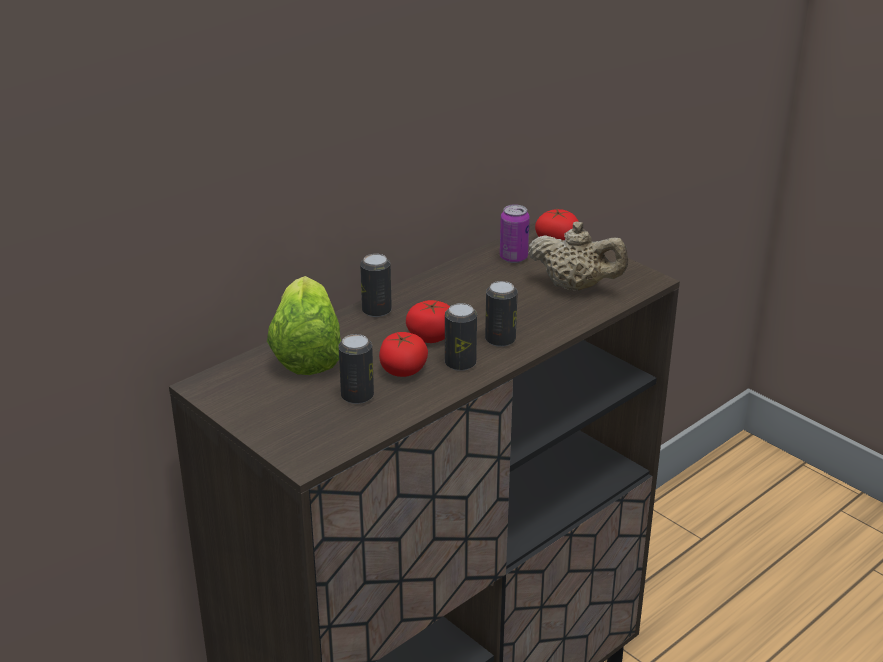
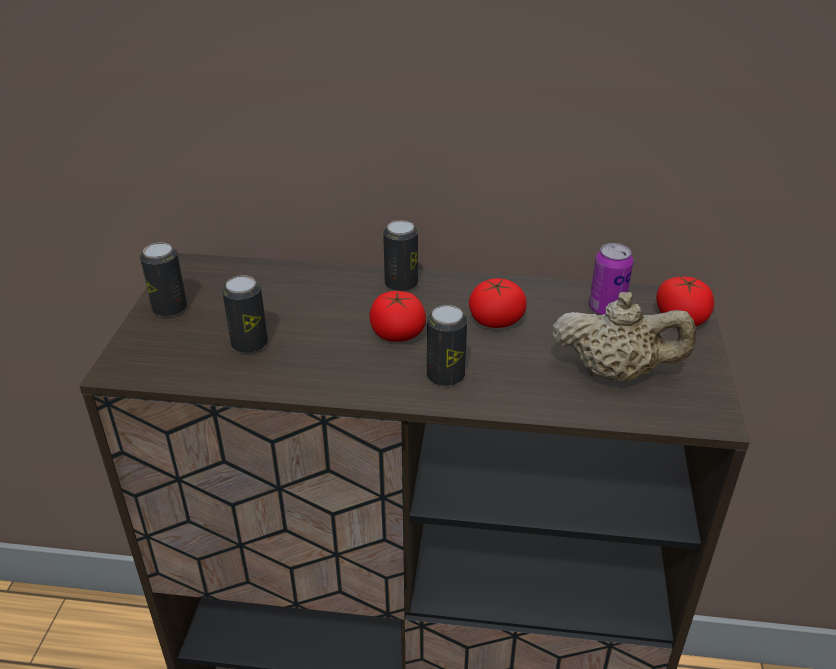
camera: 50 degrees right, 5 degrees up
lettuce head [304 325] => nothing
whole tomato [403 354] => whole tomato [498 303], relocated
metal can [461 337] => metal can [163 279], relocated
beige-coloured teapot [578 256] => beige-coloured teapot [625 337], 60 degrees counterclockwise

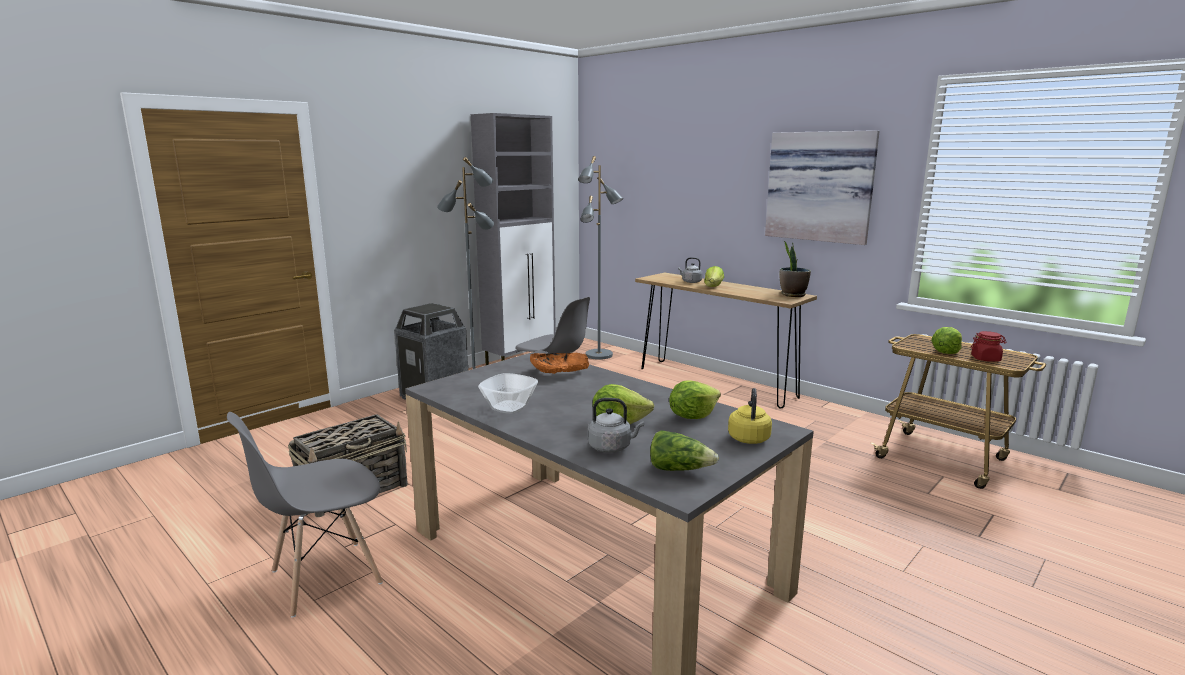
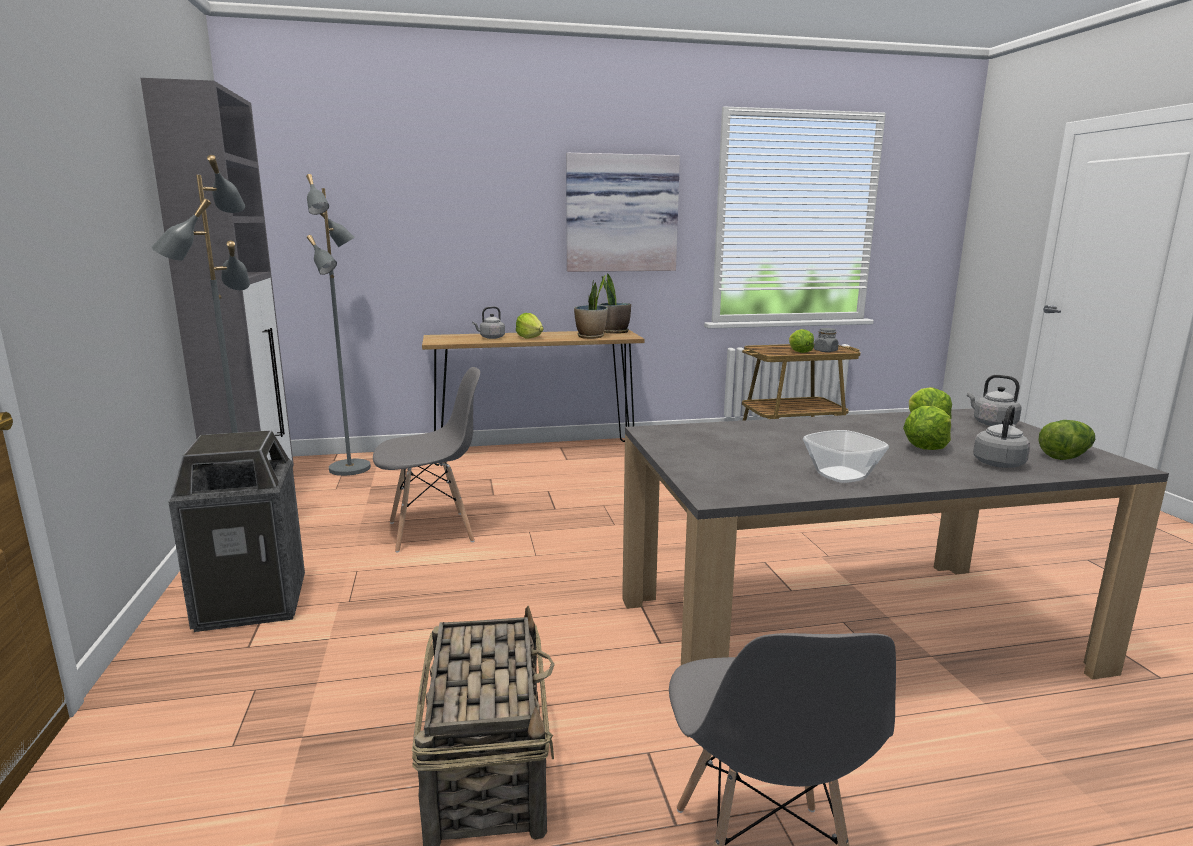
camera: 55 degrees left, 0 degrees up
orange-coloured bowl [559 363] => nothing
yellow-coloured kettle [750 416] => gray kettle [994 400]
red preserve jar [989 346] => gray preserve jar [826 340]
nothing => houseplant [591 307]

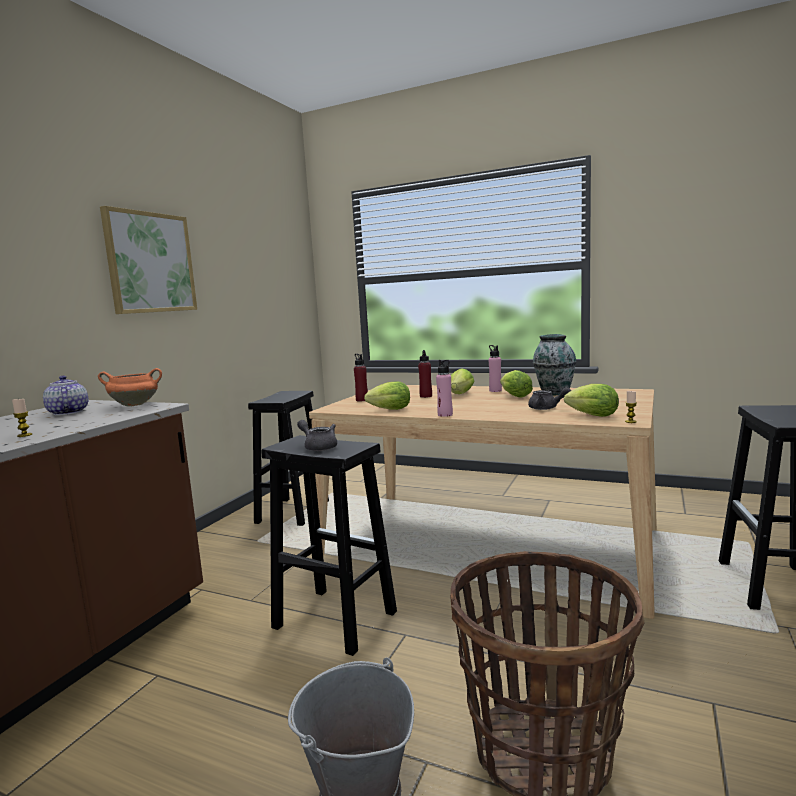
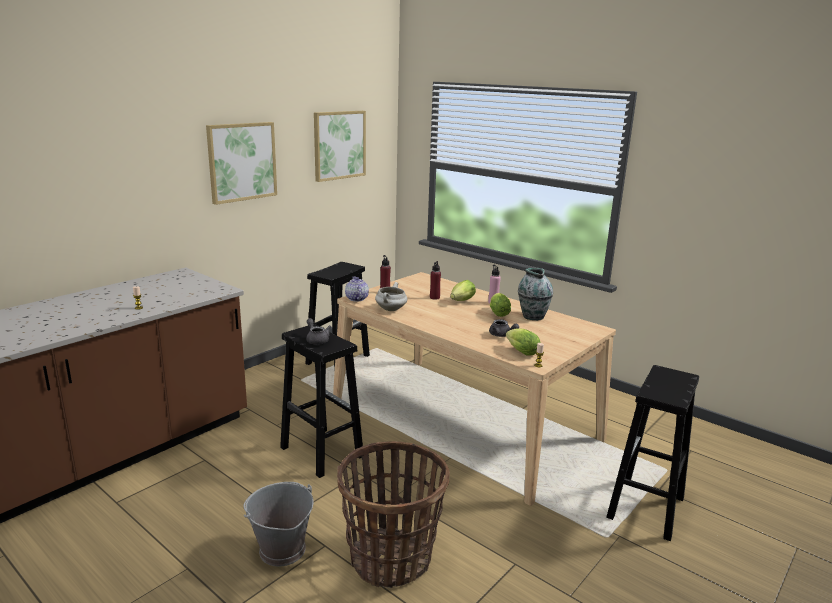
camera: 15 degrees right, 10 degrees up
teapot [65 395] => teapot [357 289], relocated
orange-coloured saucepot [130 387] => nothing
lettuce head [387 395] => white-coloured saucepot [391 296]
pinkish drink bottle [444 388] => nothing
nothing => picture [340 146]

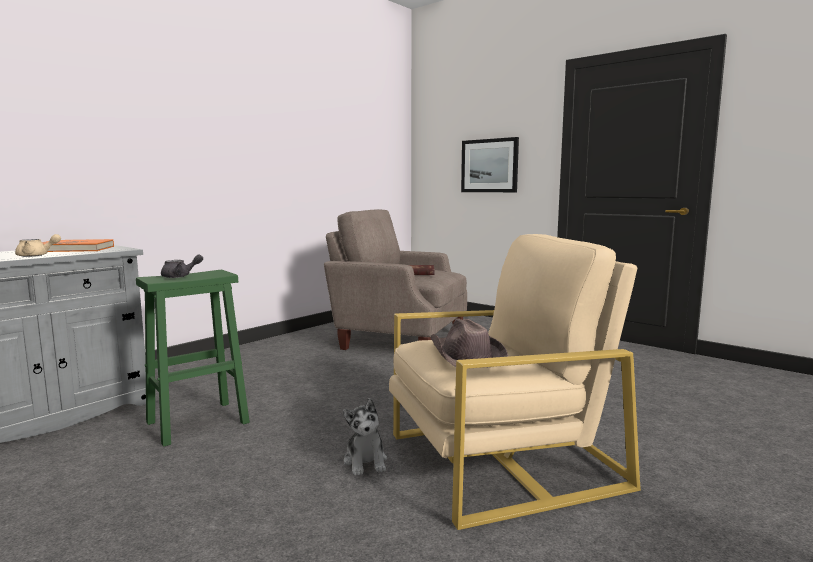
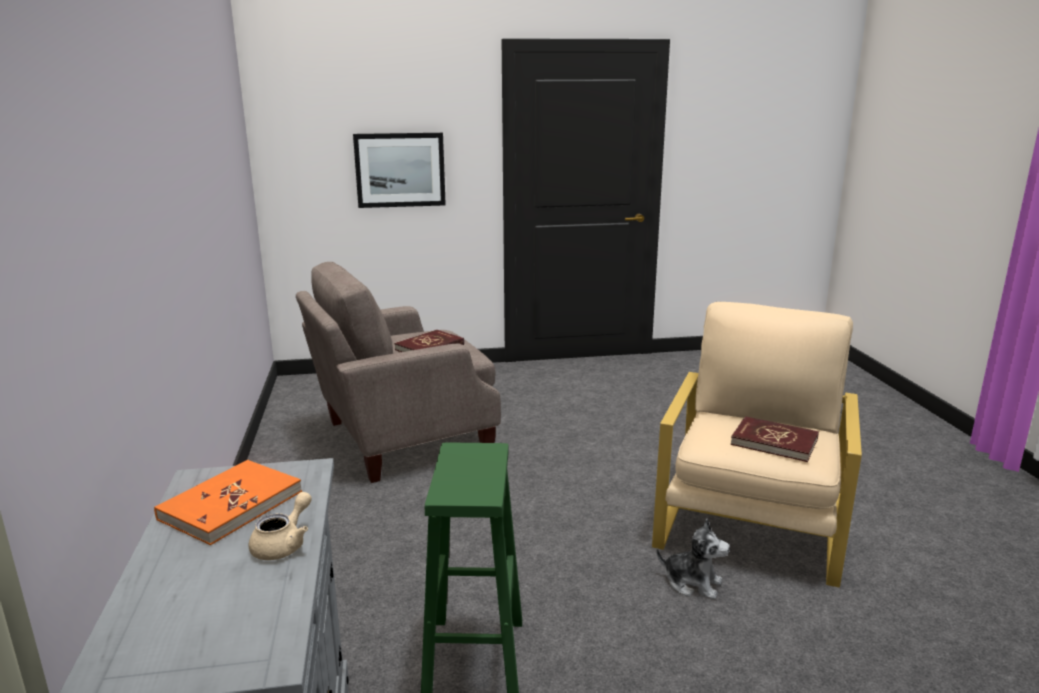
camera: 50 degrees left, 10 degrees up
gray teapot [182 266] => nothing
brownish hat [469 343] => red volume [775 439]

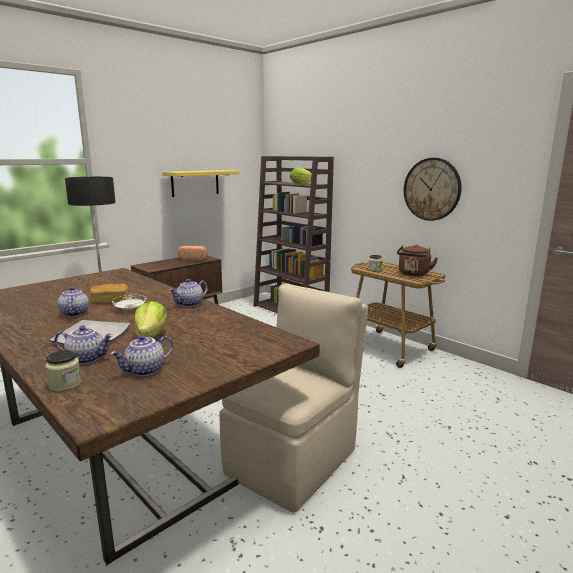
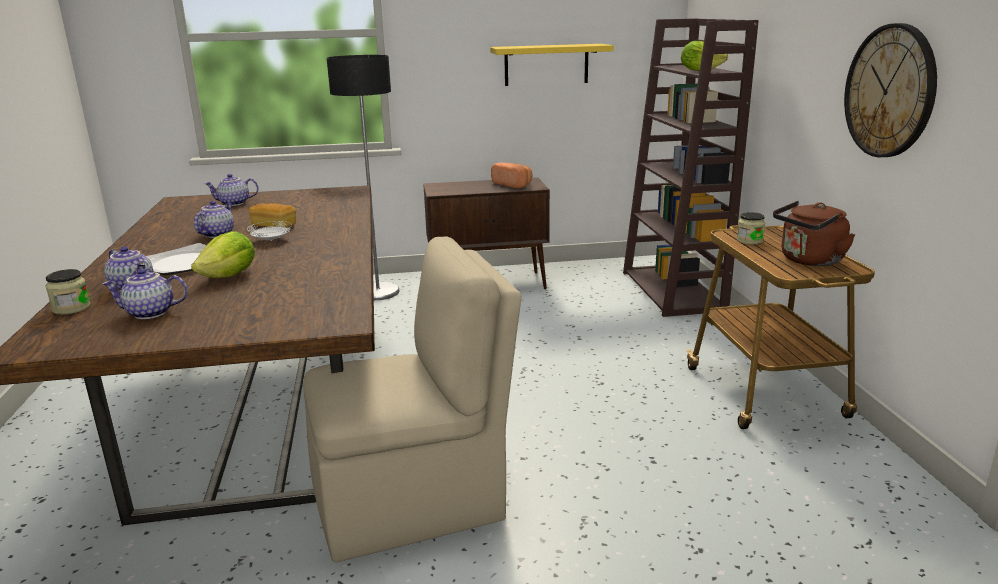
camera: 35 degrees right, 5 degrees up
teapot [188 293] => teapot [232 190], relocated

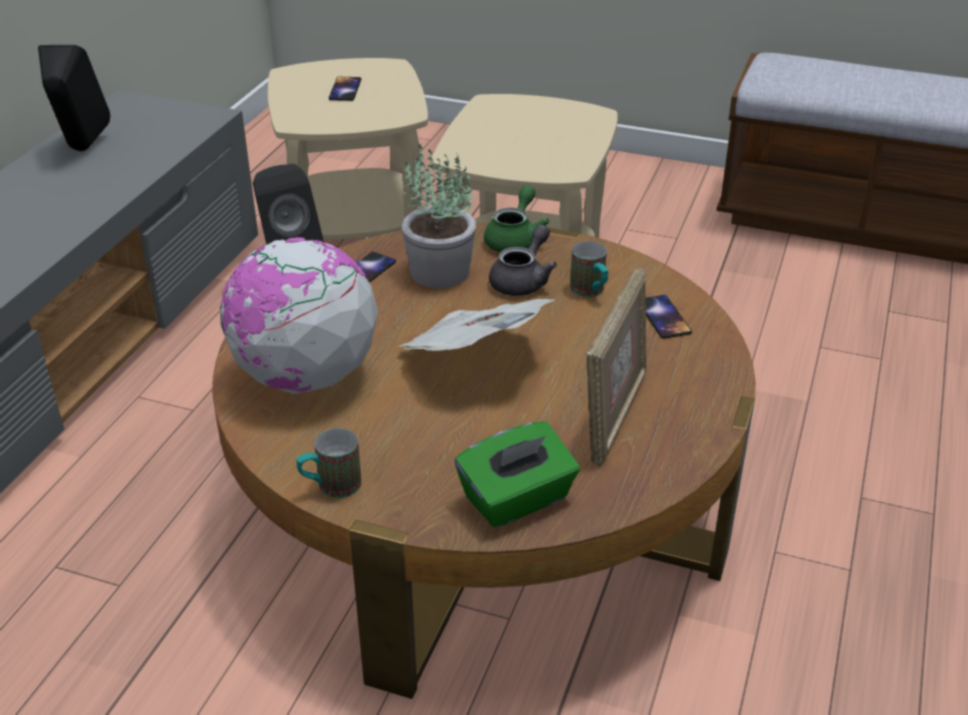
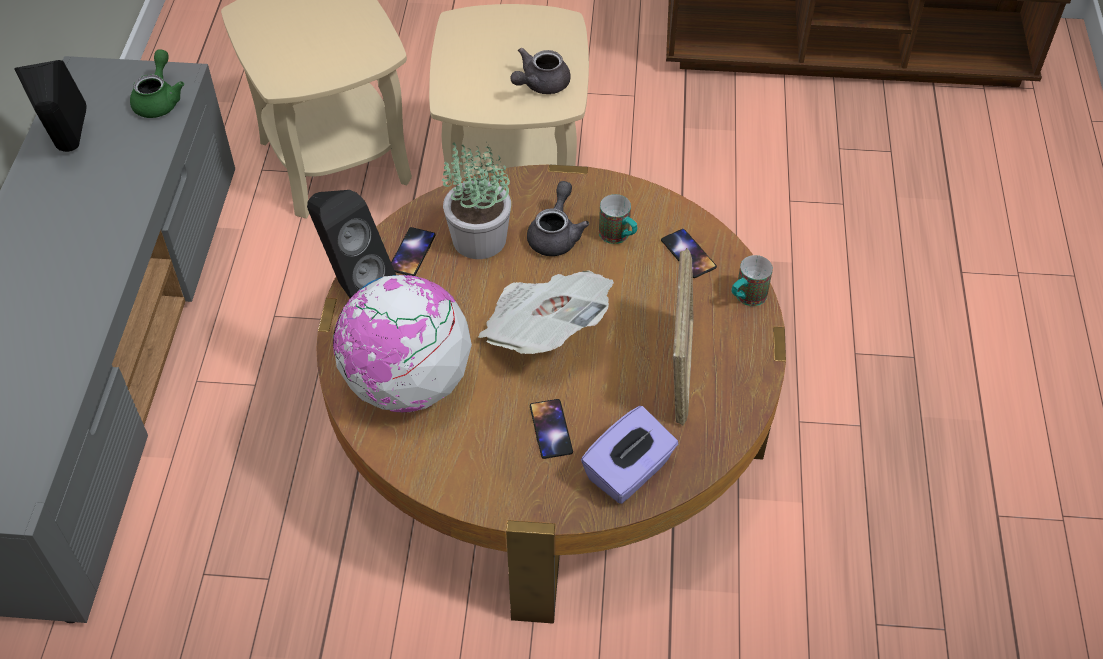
camera: 15 degrees left, 15 degrees up
tea mug [329 463] => tea mug [752 280], relocated
telephone [345 89] => telephone [551 429], relocated
green-coloured tissue holder [517 474] => purple-coloured tissue holder [629 455]
green-coloured teapot [517 218] => green-coloured teapot [157 83], relocated
nothing => gray teapot [540 71]

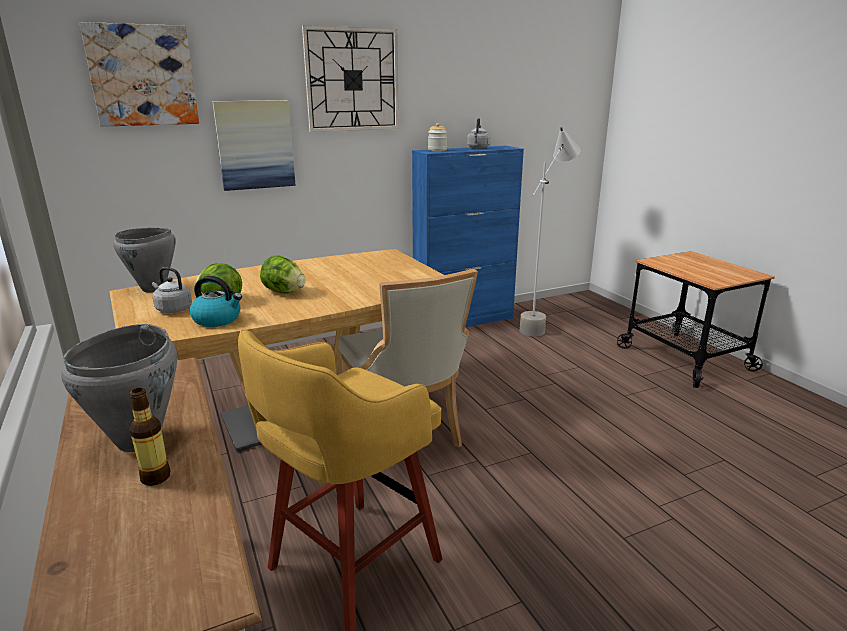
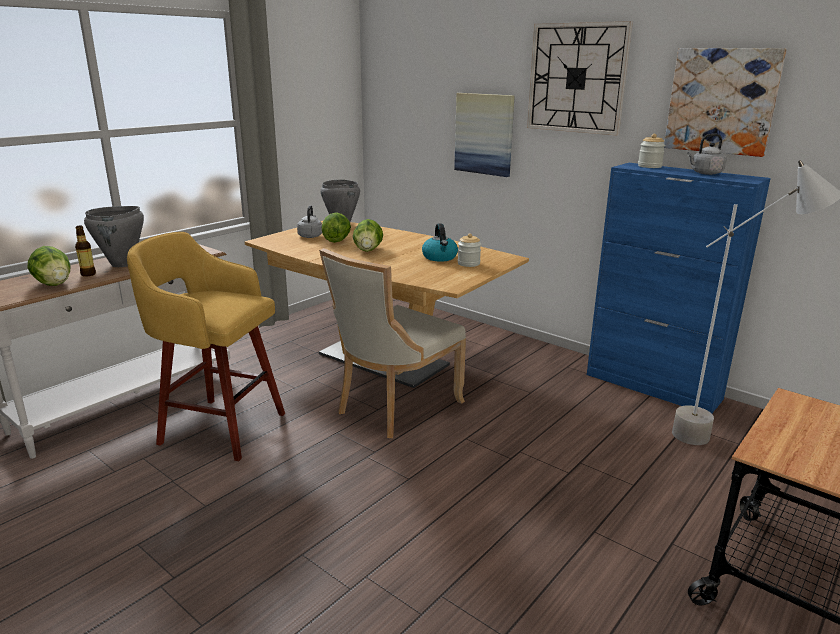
camera: 65 degrees right, 0 degrees up
picture [139 74] => picture [725 102], relocated
kettle [216 301] => kettle [440 242], relocated
nothing => lettuce head [49 266]
nothing => preserve jar [469 250]

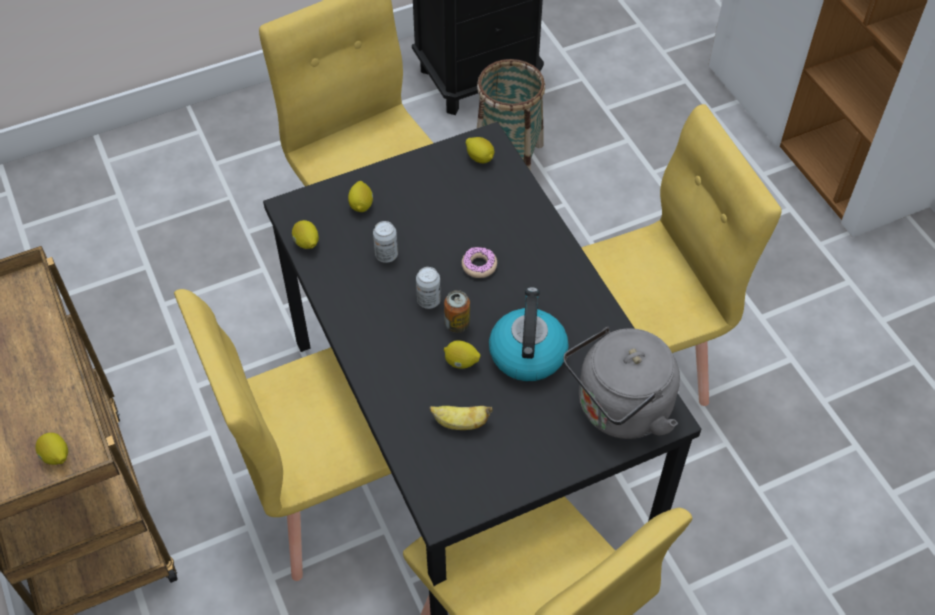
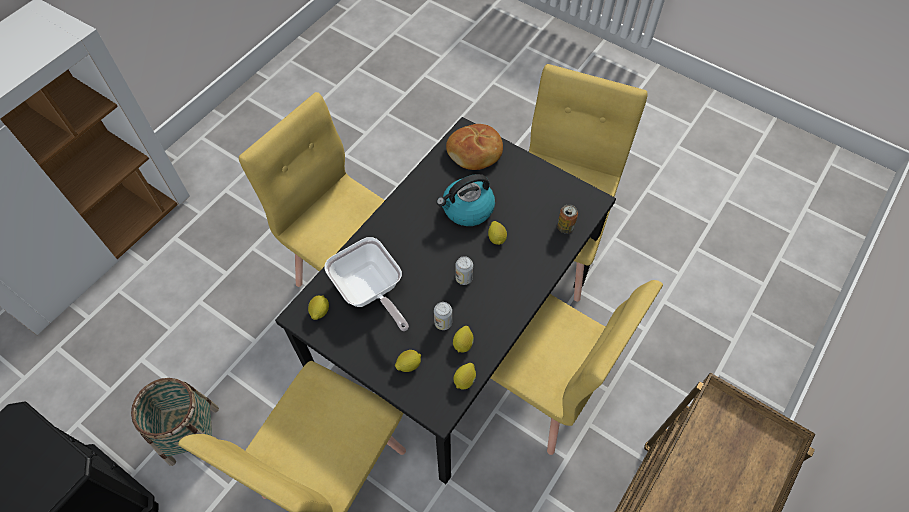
camera: 120 degrees left, 5 degrees up
citrus fruit [51 449] => citrus fruit [463 339], relocated
banana [461 418] => nothing
metal can [457 311] => metal can [567 219], relocated
donut [479 262] => nothing
gray kettle [622 383] => bread [474 147]
nothing => frying pan [366 284]

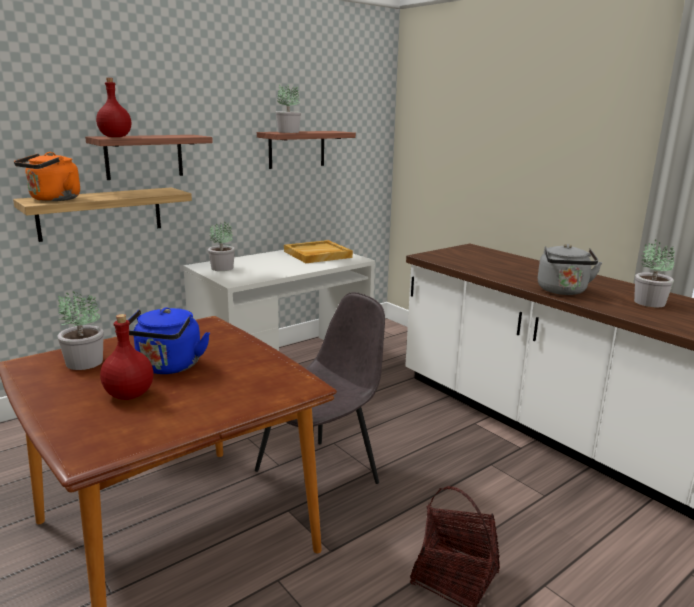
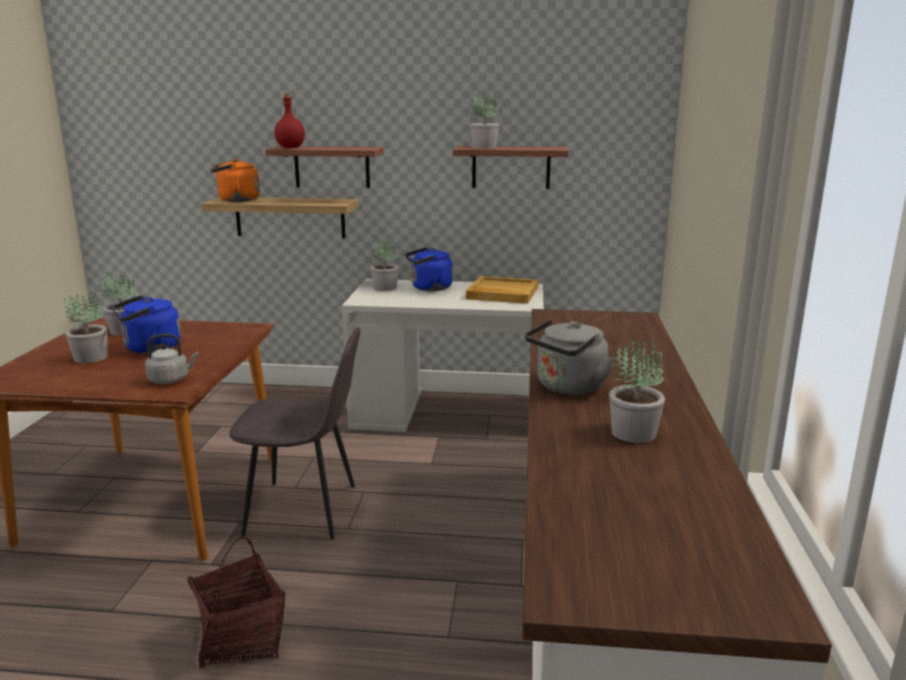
camera: 45 degrees right, 0 degrees up
red drink bottle [126 357] => houseplant [86 328]
nothing => gray kettle [171 359]
nothing => blue kettle [429 269]

